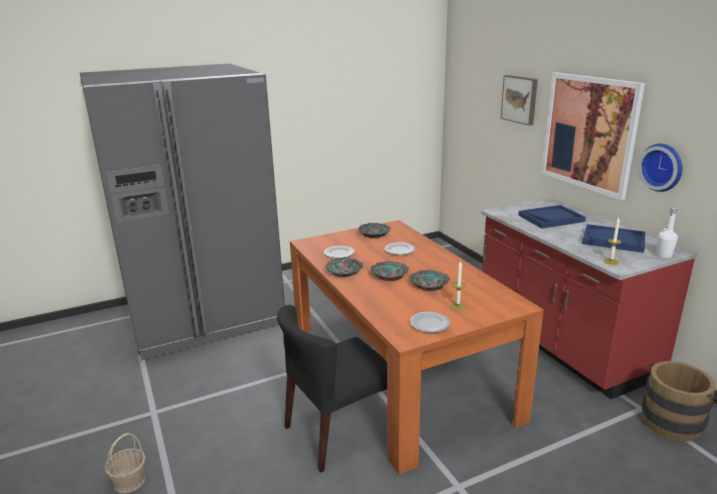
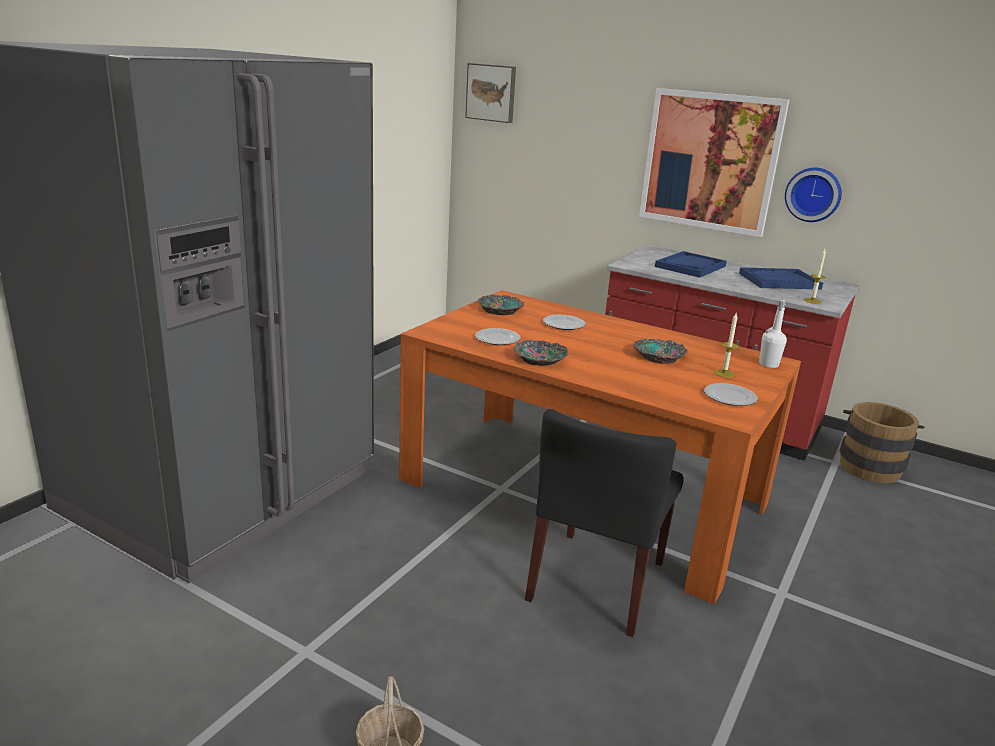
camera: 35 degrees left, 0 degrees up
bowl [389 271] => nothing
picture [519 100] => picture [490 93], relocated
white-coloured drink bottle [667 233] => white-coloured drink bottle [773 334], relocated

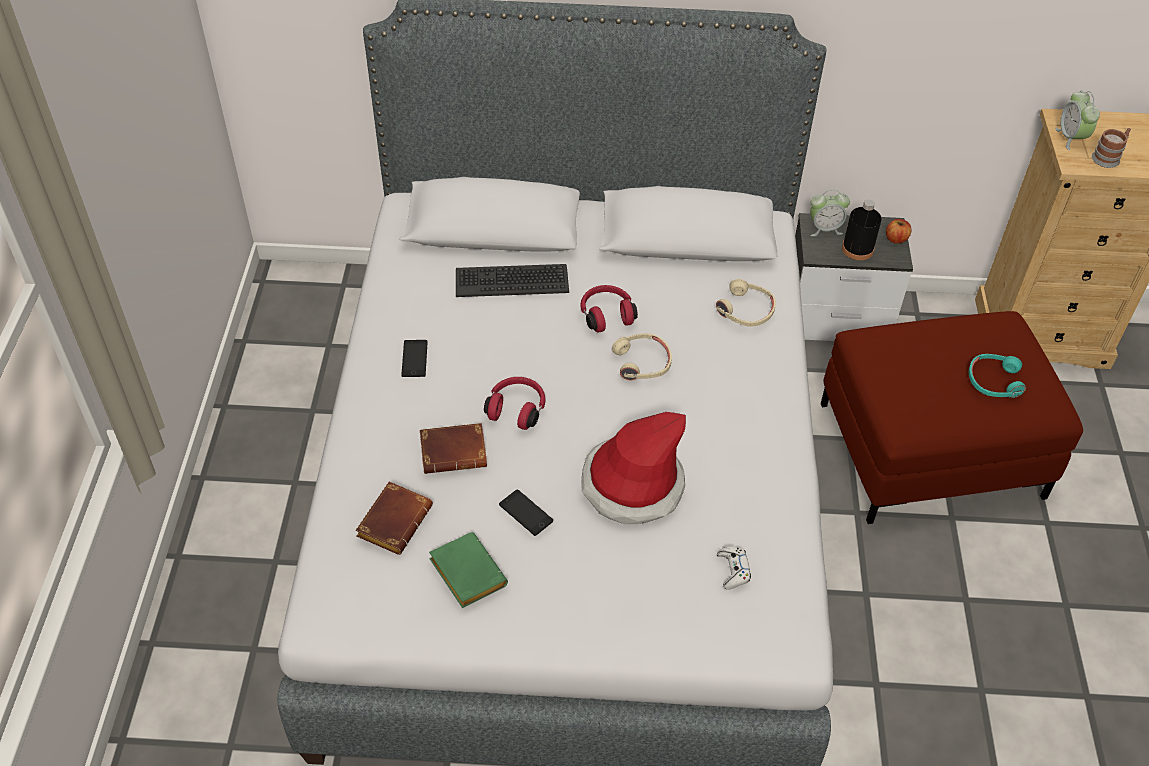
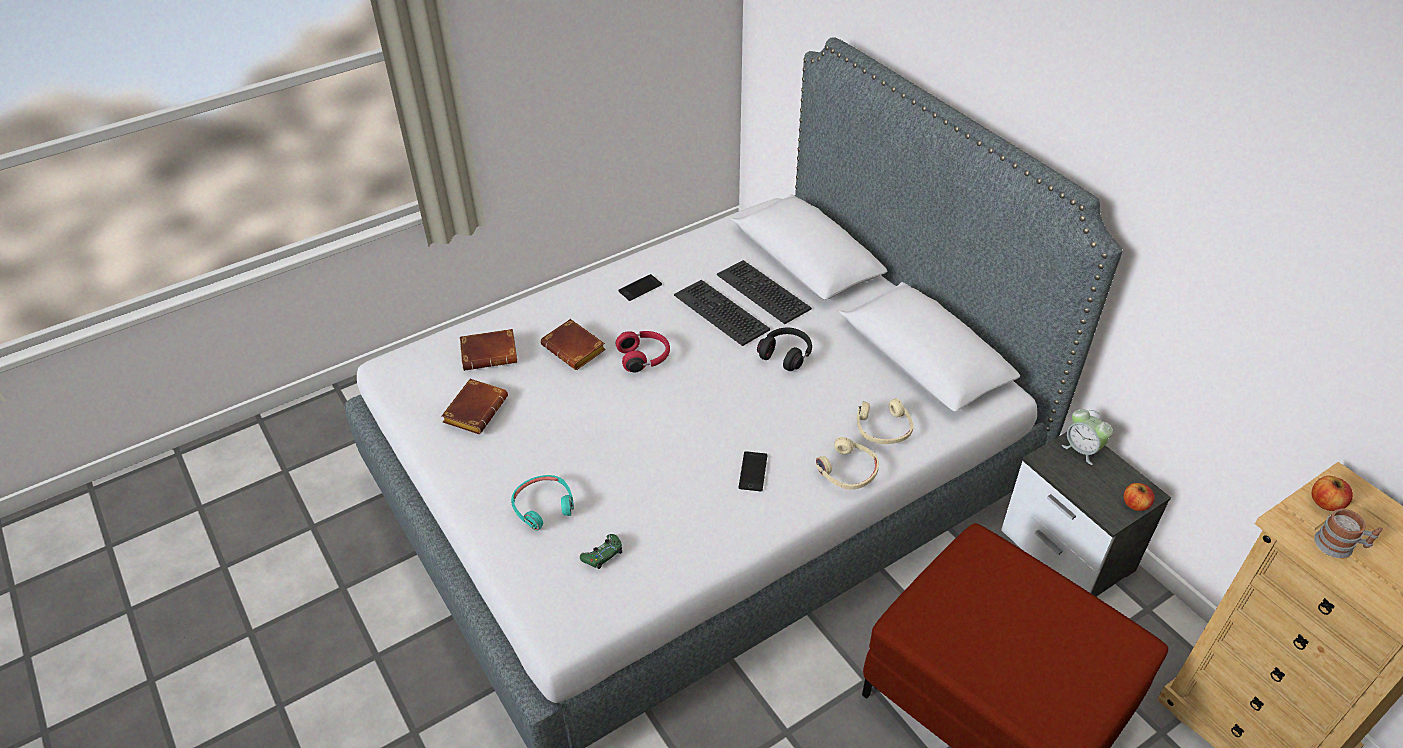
camera: 55 degrees right, 5 degrees down
green-coloured volume [468 570] => brownish volume [475 406]
telephone [526 512] => telephone [753 471], relocated
red headset [609 309] => blackish headset [784 349]
hat [633 468] => nothing
beige-coloured headset [642 357] => beige-coloured headset [847 463], relocated
white-coloured joypad [734 568] => green-coloured joypad [601 551]
blackish drink bottle [862 229] => nothing
blue-green headset [997 376] => blue-green headset [542 503], relocated
alarm clock [1077 120] => whole apple [1332 493]
nothing => PC keyboard [722 313]

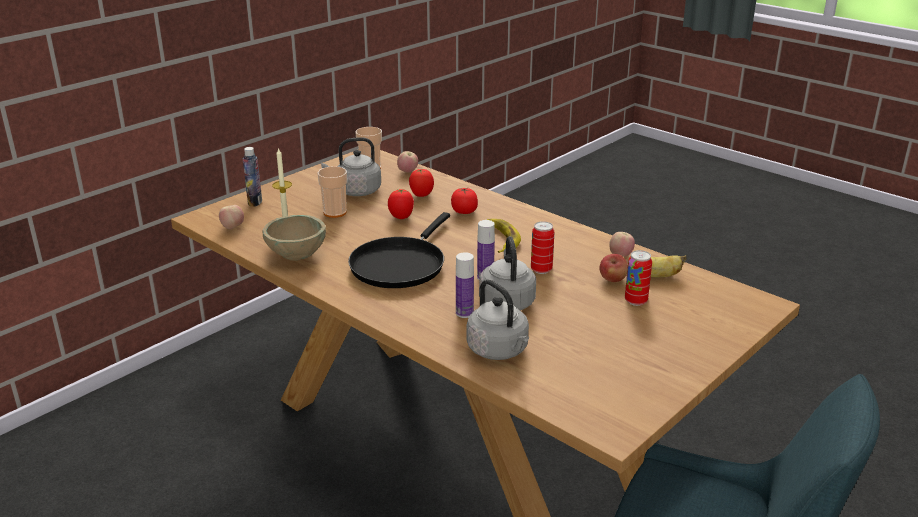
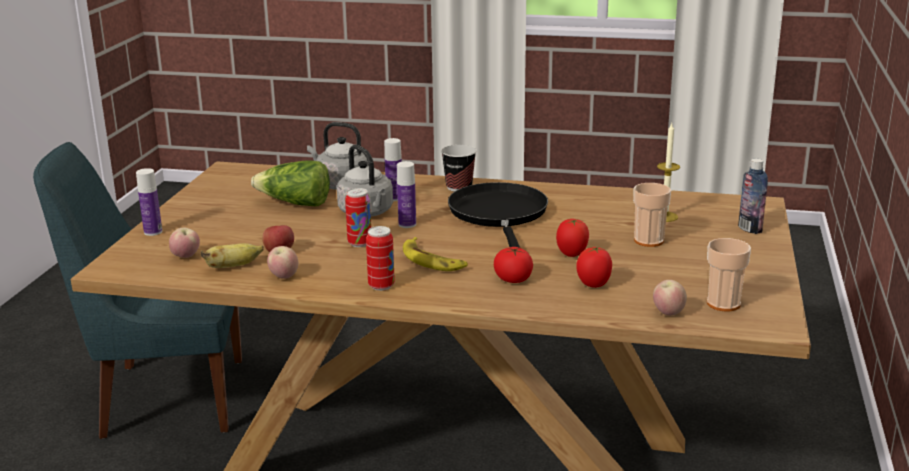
camera: 150 degrees right, 5 degrees down
whole apple [231 217] => whole apple [184 243], relocated
beige-coloured bowl [294 238] => nothing
gray kettle [351 166] => nothing
metal can [638 278] => metal can [380 258], relocated
nothing => drink bottle [149 202]
nothing => lettuce head [290 183]
nothing => cup [459 168]

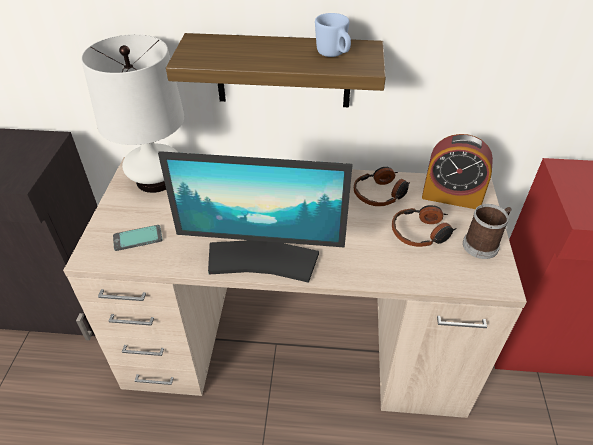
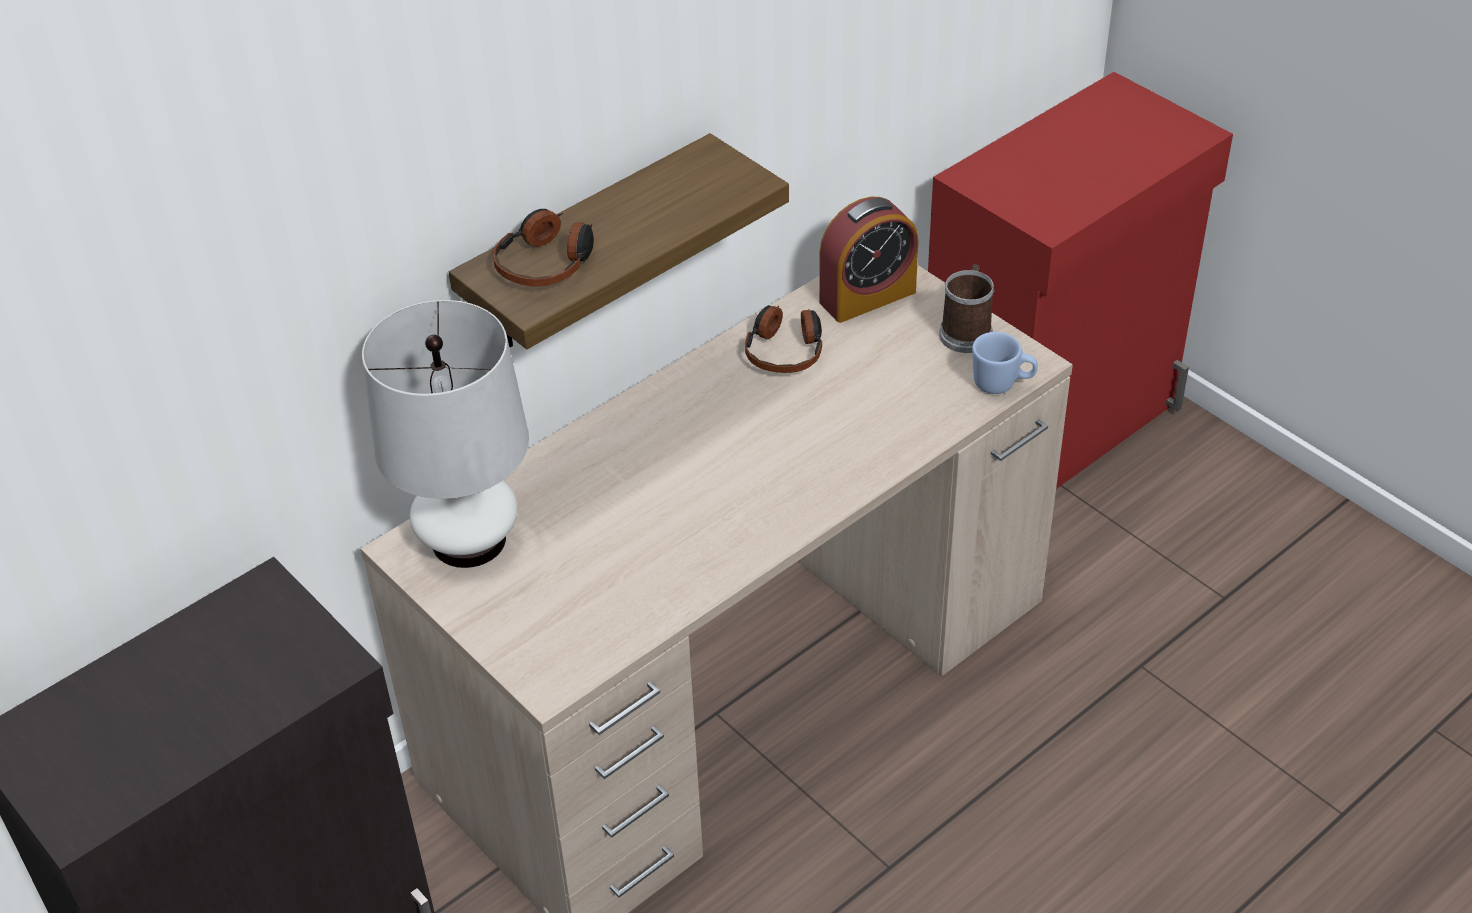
camera: 45 degrees left, 0 degrees up
telephone [137 238] => nothing
computer screen [255 217] => nothing
blue tea mug [333 35] => blue tea mug [1005 363], relocated
headset [424 226] => headset [543 248], relocated

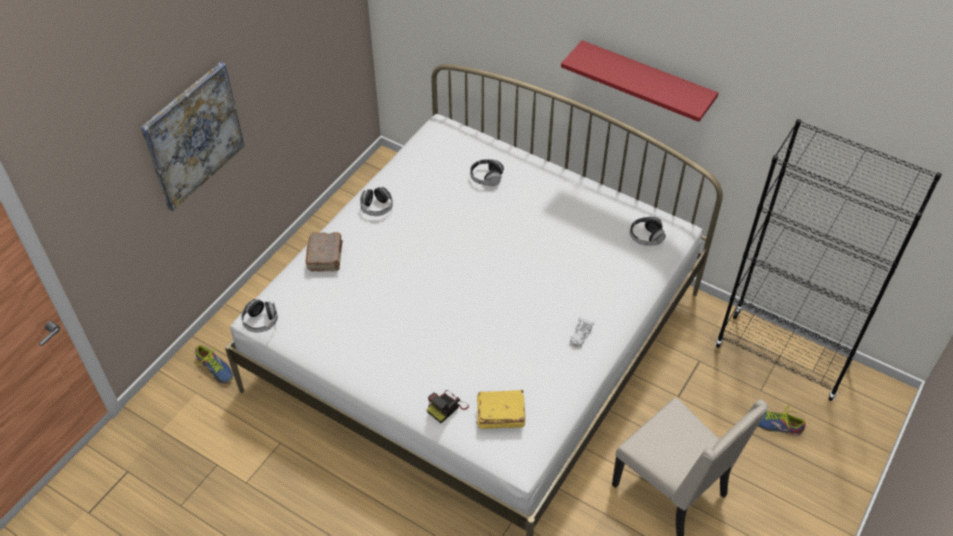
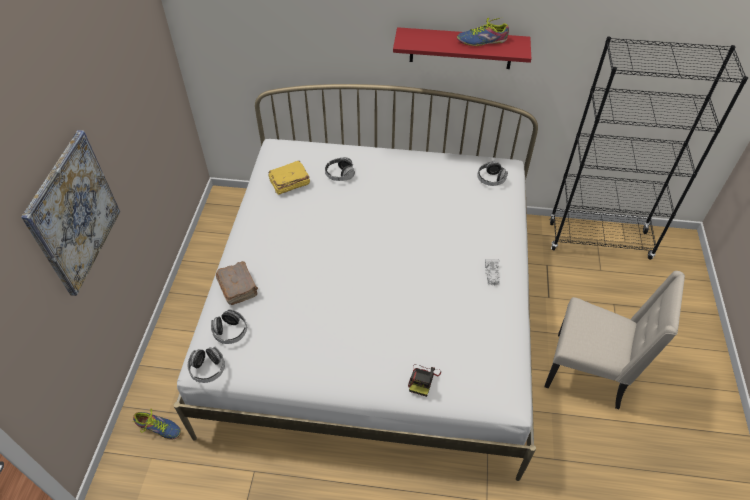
camera: 25 degrees left, 0 degrees up
headset [376 201] => headset [229 326], relocated
yellow-coloured volume [501 409] => yellow-coloured volume [289 178], relocated
item of footwear [782 421] => item of footwear [483 32], relocated

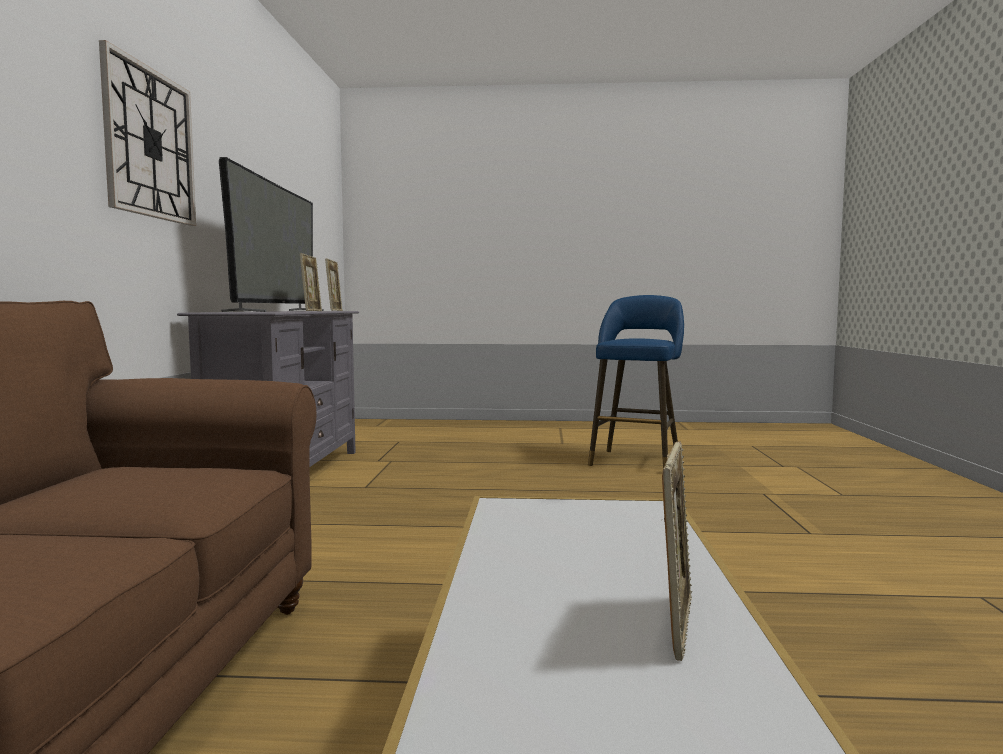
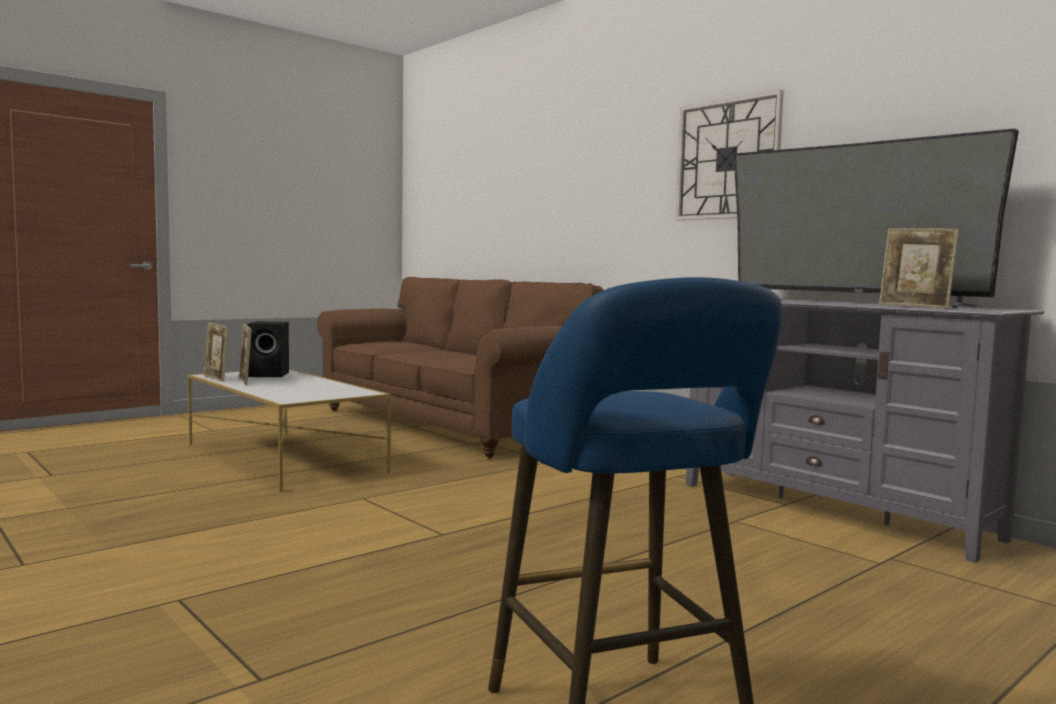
camera: 135 degrees right, 0 degrees up
standing frame [311 282] => standing frame [216 352], relocated
nothing => blackish loudspeaker [268 349]

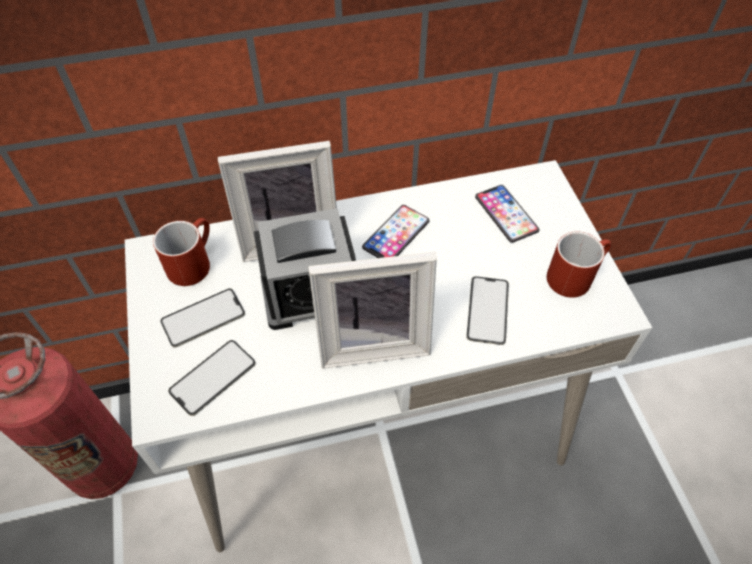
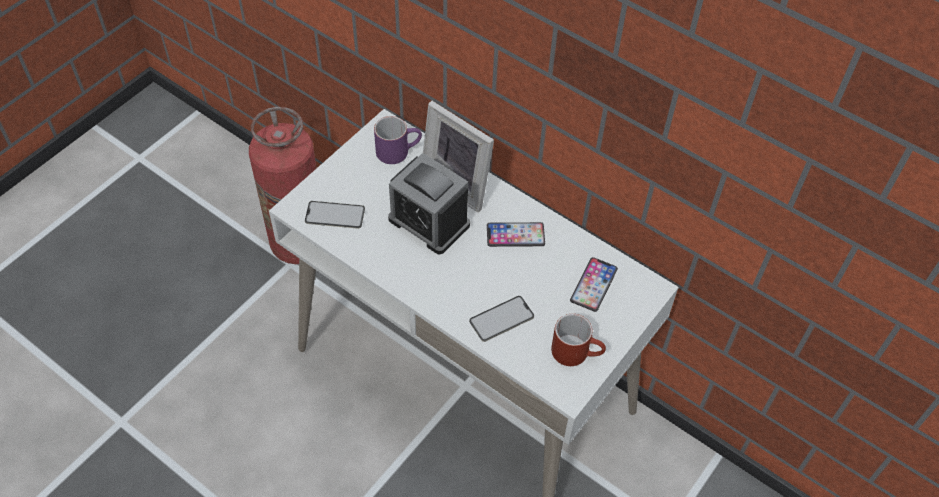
camera: 50 degrees right, 0 degrees up
red tea mug [181 252] => purple-coloured tea mug [398 140]
telephone [202 318] => nothing
standing frame [372 310] => nothing

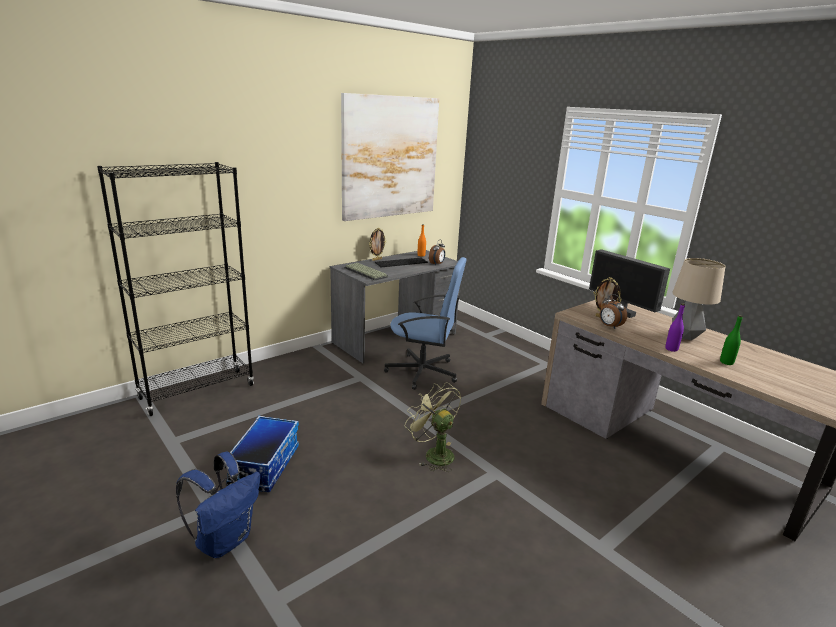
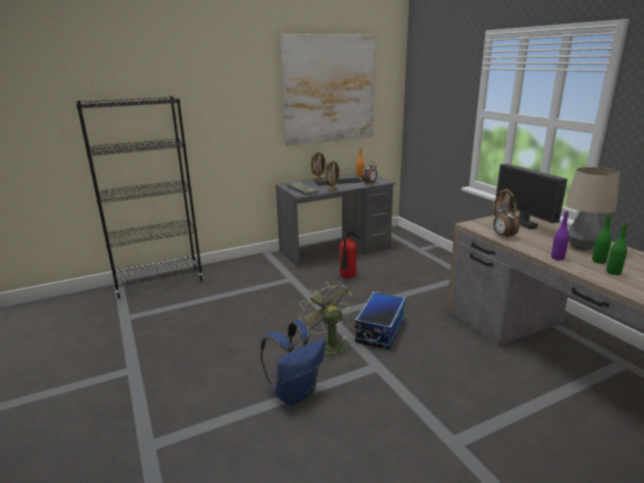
camera: 15 degrees right, 0 degrees up
blue knapsack [218 505] => blue knapsack [293 363], relocated
storage bin [262 454] => storage bin [380 321], relocated
blue desk chair [425 323] => fire-fighting cylinder [351 253]
nothing => standing frame [333 176]
nothing => green-coloured drink bottle [602 239]

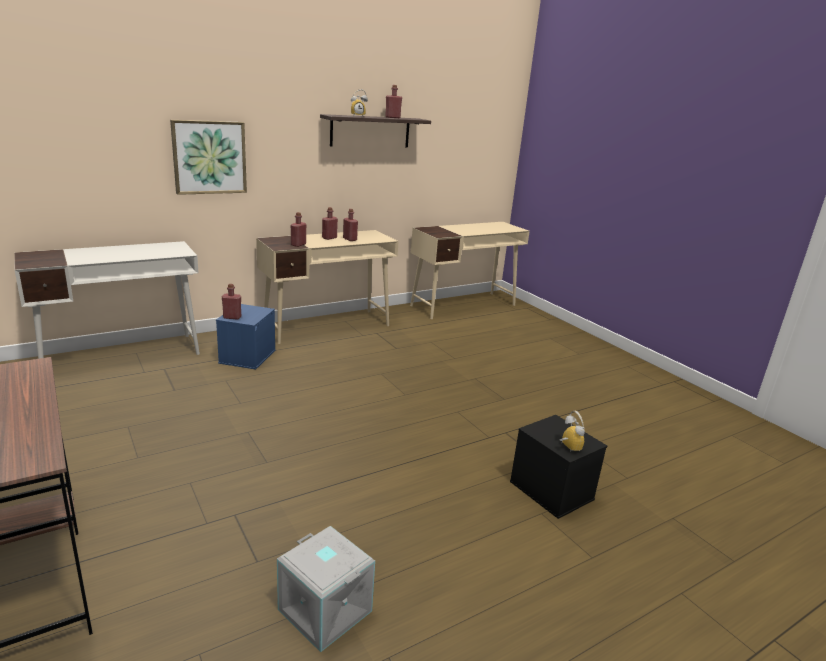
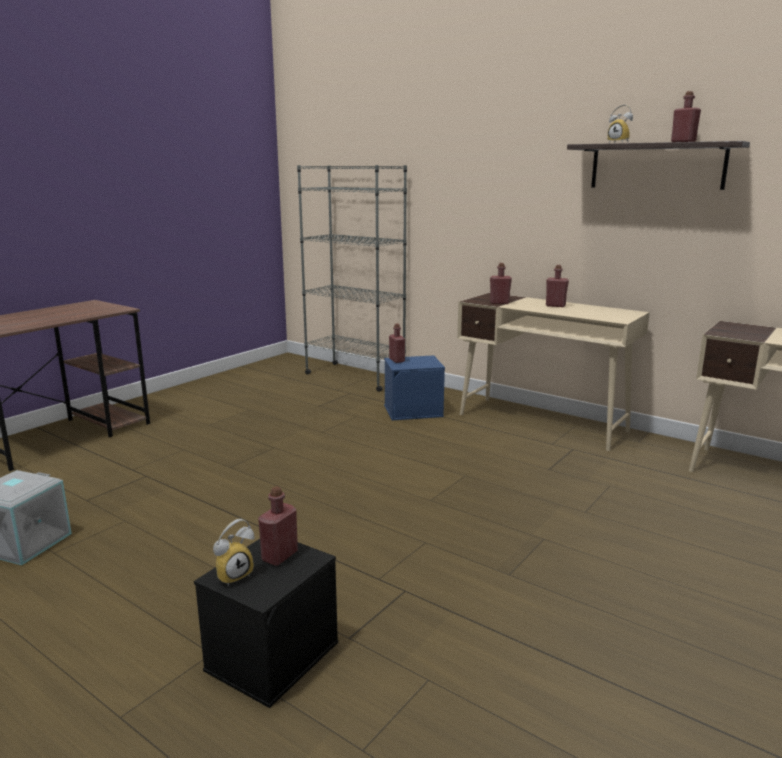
camera: 70 degrees right, 5 degrees down
white-coloured desk unit [107 300] => gray shelving unit [352 278]
picture [208 157] => nothing
red drink bottle [350 225] => red drink bottle [278 526], relocated

